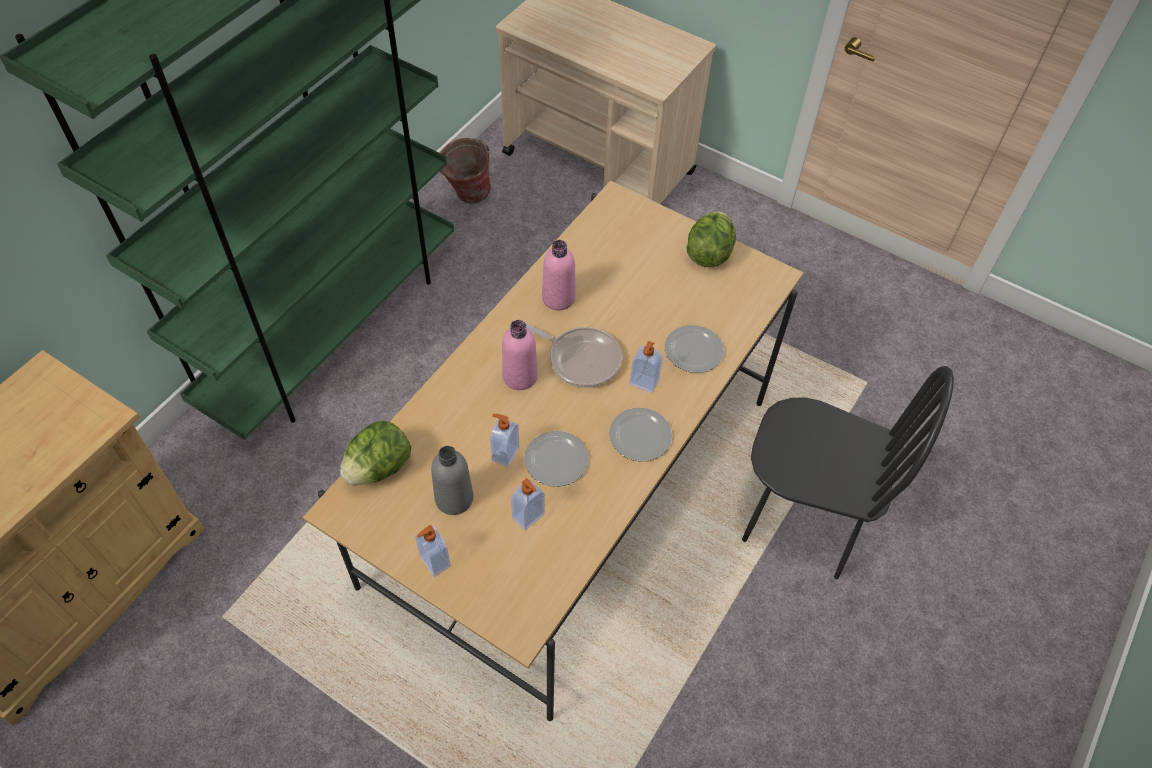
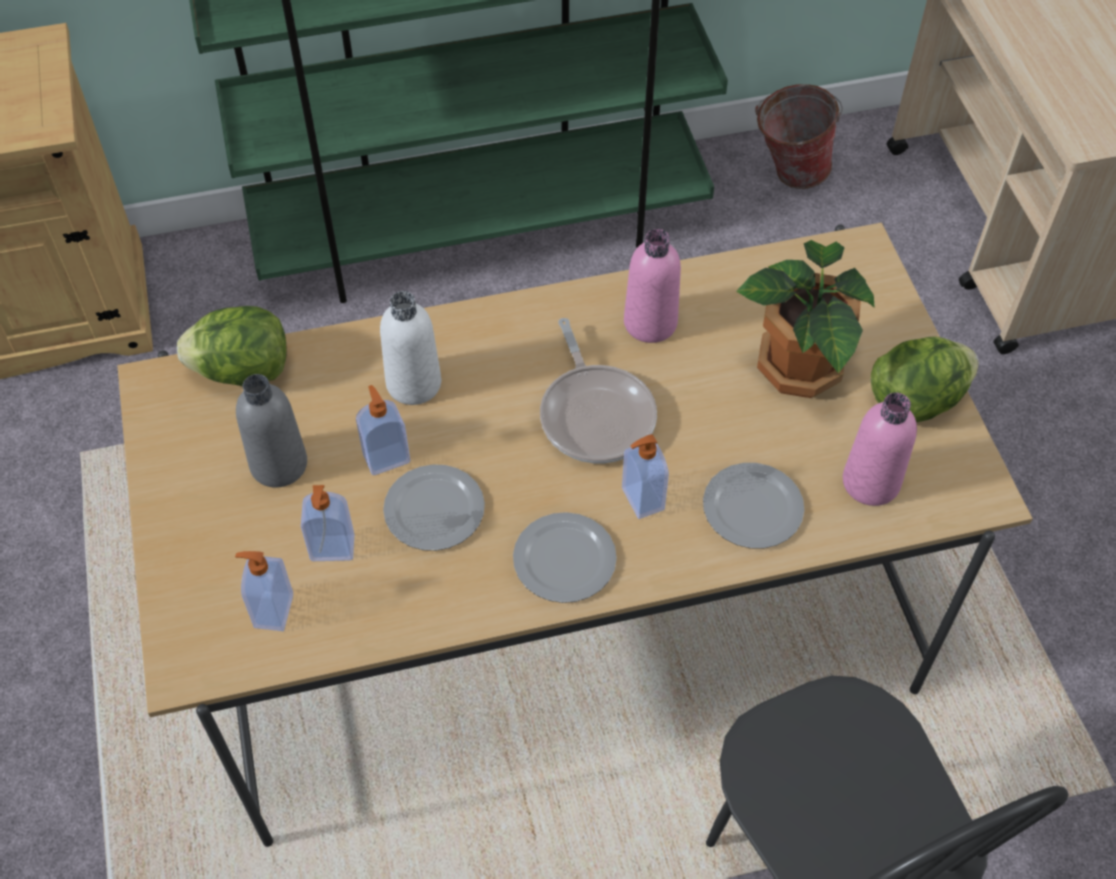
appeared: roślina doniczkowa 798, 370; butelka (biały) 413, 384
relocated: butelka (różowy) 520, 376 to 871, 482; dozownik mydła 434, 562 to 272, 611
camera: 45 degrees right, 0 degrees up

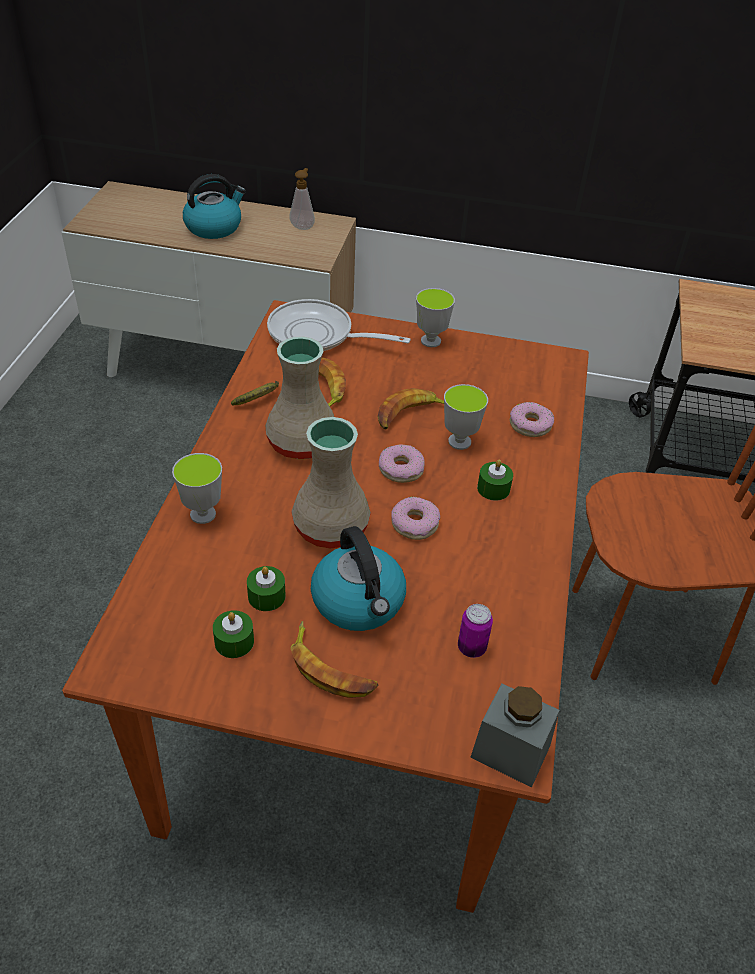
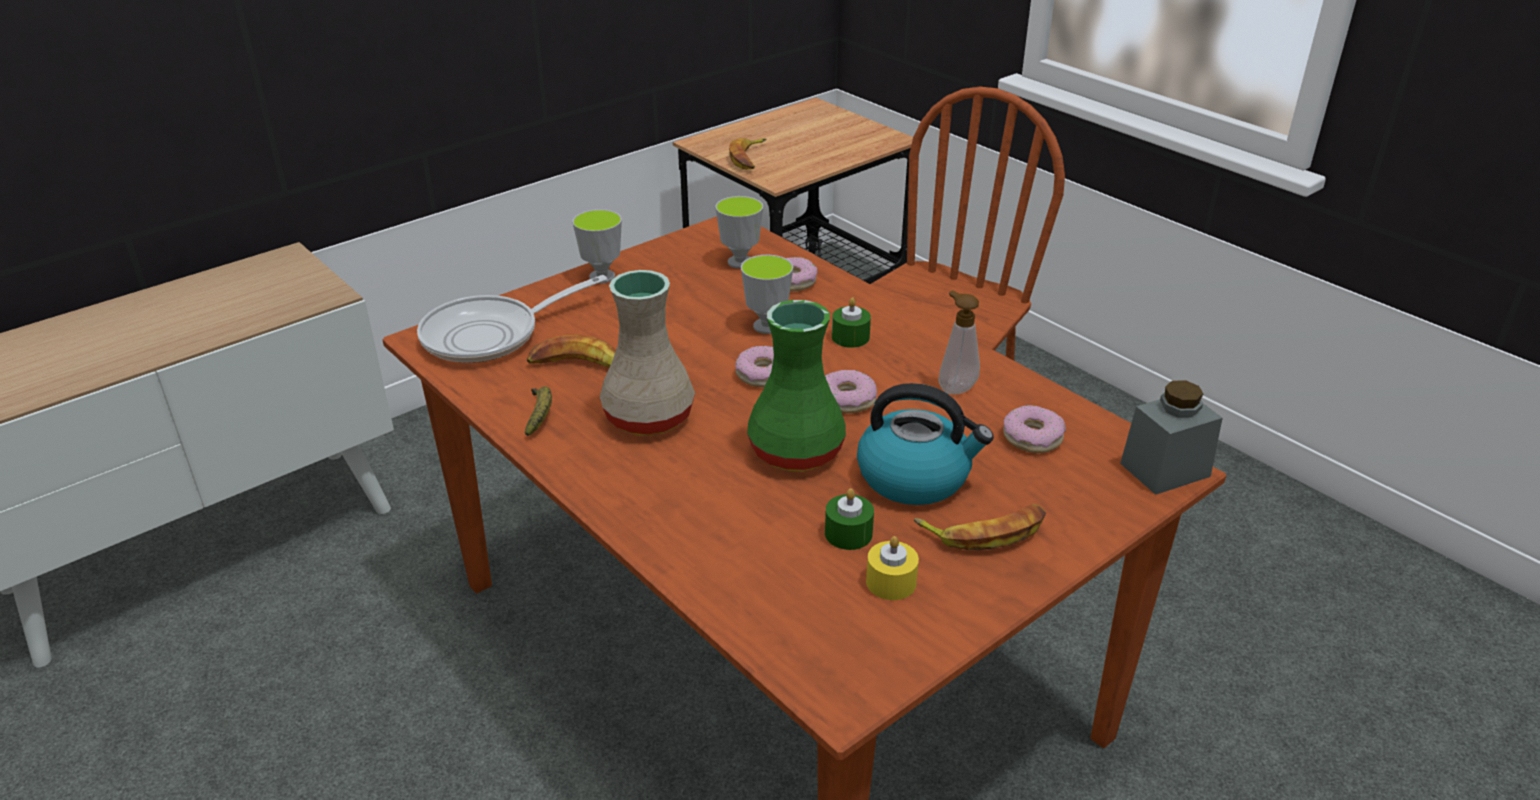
missing: czajnik 214, 227
relocated: dozownik mydła 302, 226 to 955, 387; banan 411, 415 to 749, 158; filiżanka 203, 514 to 740, 262
exchanged: puszka 471, 647 to donut 1032, 437
colour: wazon (beżowy) 331, 526 to wazon (zielony) 794, 450; świeca (zielony) 234, 641 to świeca (żółty) 891, 582
camera: 50 degrees left, 10 degrees down

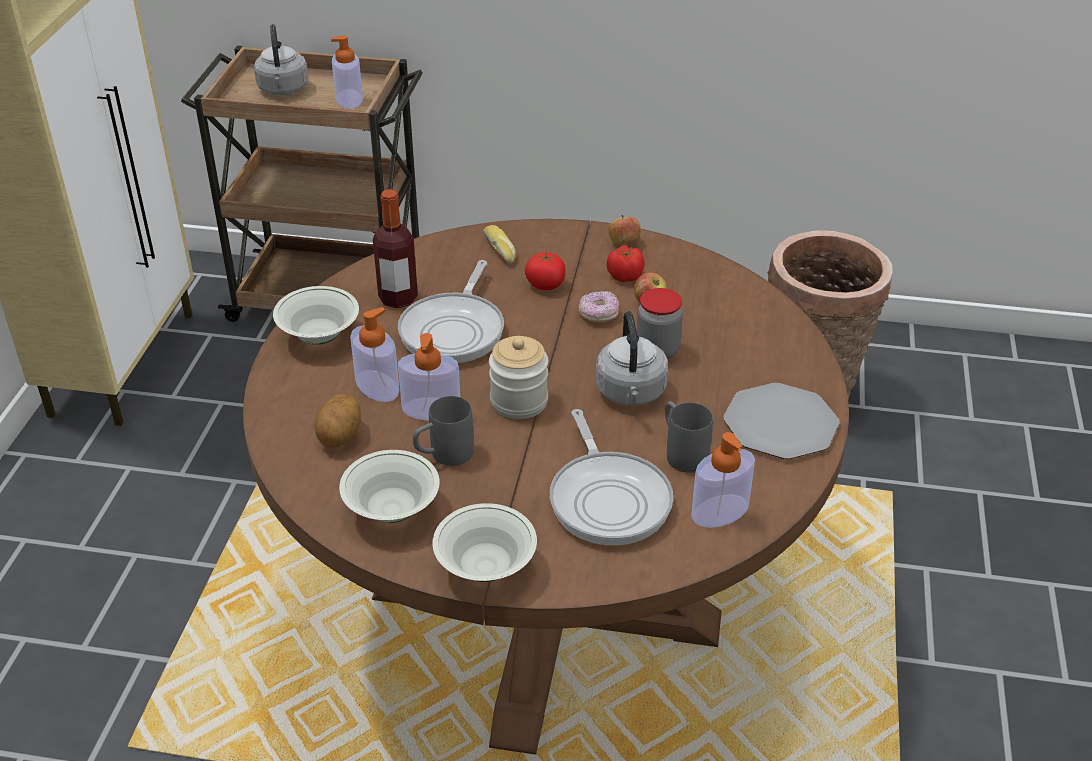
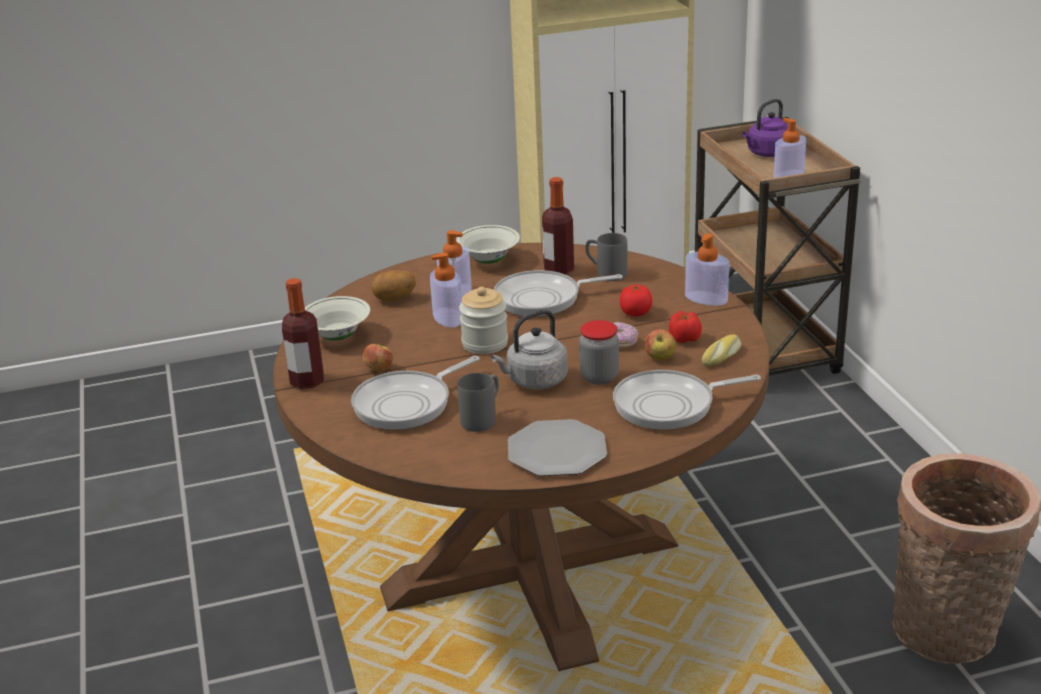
appeared: patelnia 670, 405
relocated: jabłko 624, 243 to 378, 370; chleb 501, 250 to 722, 356; kubek (szary) 443, 456 to 605, 273; dozownik mydła 720, 511 to 706, 298
exchanged: miska (biały) 485, 568 to butelka 307, 381
colour: czajnik (szary) 283, 90 to czajnik (fioletowy) 767, 154
camera: 65 degrees right, 10 degrees down

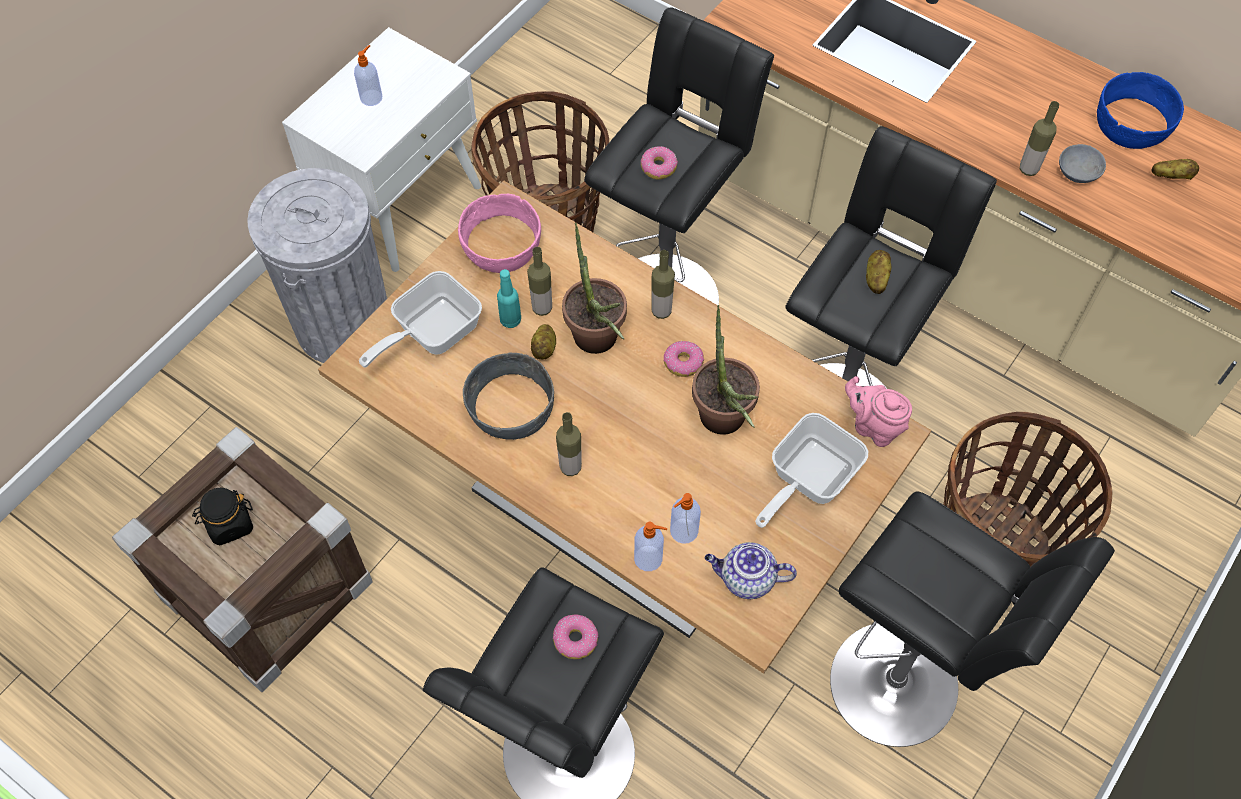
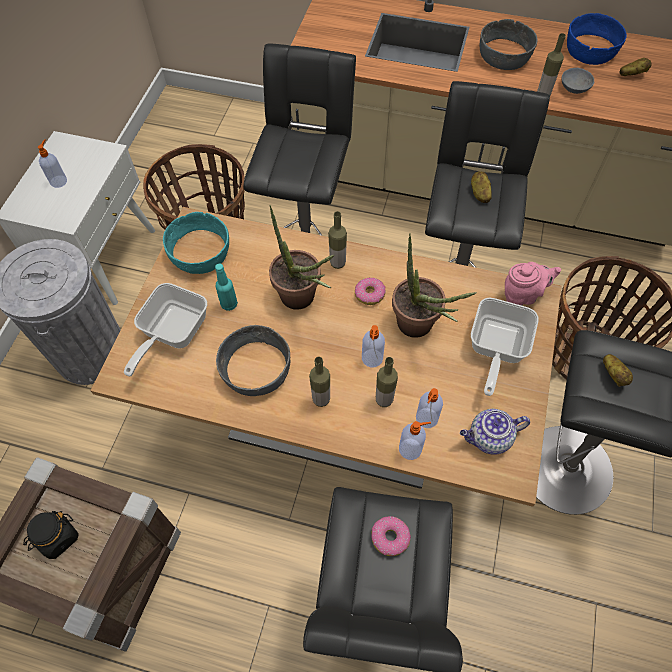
missing: donut 658, 167
appeared: miska (szary) 504, 55; dozownik mydła 372, 359
relocated: butelka 542, 308 to 384, 400; ziemniak 545, 348 to 614, 374
colour: miska (różowy) 501, 245 to miska (turkusowy) 200, 252
spun: imbryk (różowy) 873, 427 = 522, 296 150 degrees clockwise
camera: 20 degrees left, 0 degrees up

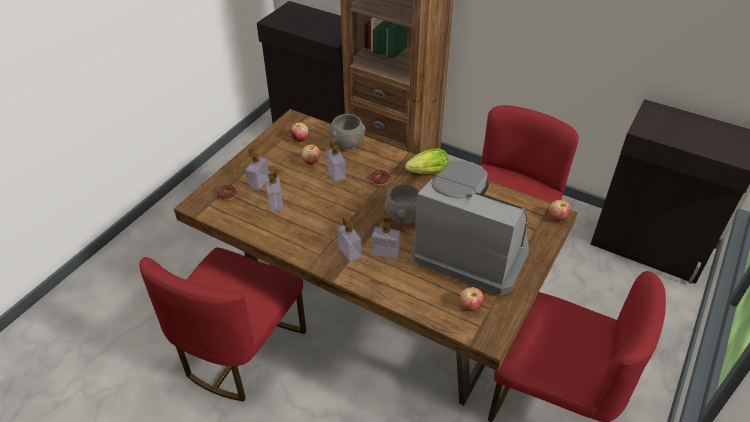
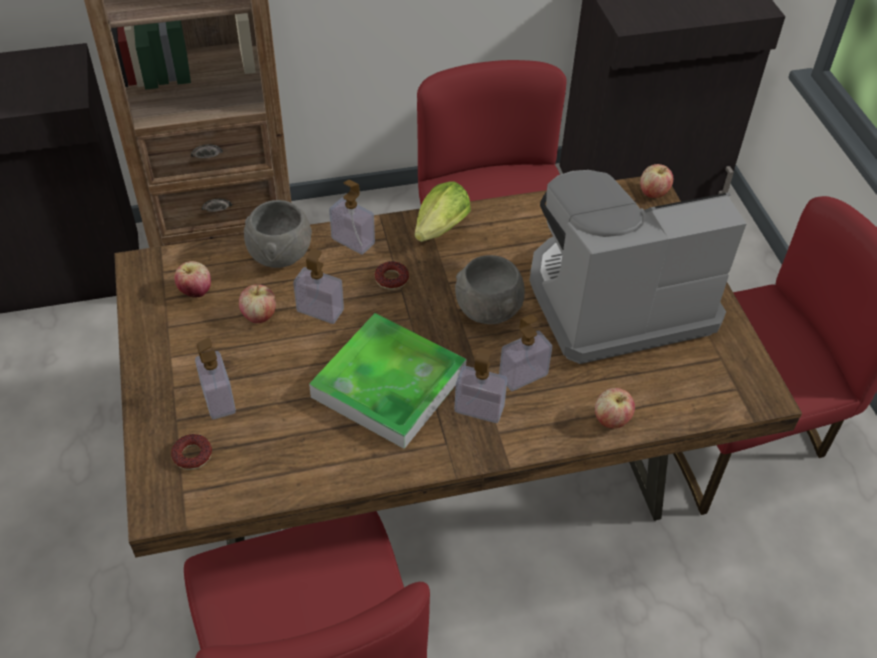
appeared: taca 389, 385
relocated: dozownik mydła 275, 203 to 353, 241; jabłko 470, 306 to 611, 420
camera: 45 degrees left, 5 degrees up

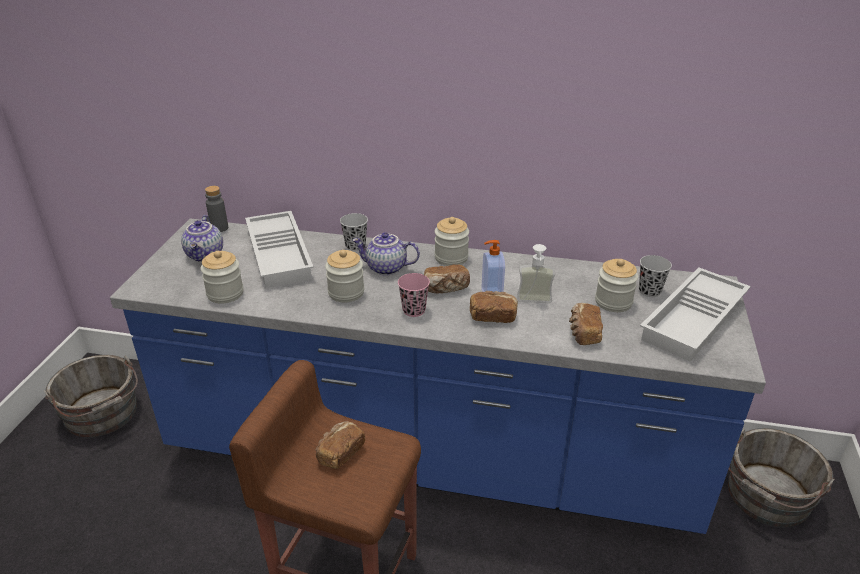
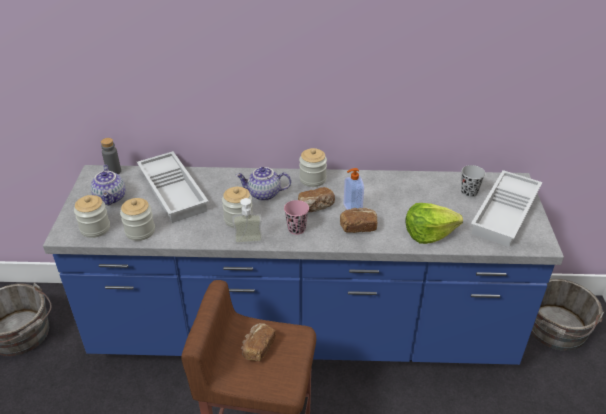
missing: filiżanka (czarny) 355, 246
relocated: dozownik mydła 534, 303 to 248, 244; słoik 613, 302 to 95, 228
exchanged: chleb 583, 333 to sałata 428, 233
camera: 10 degrees left, 5 degrees up

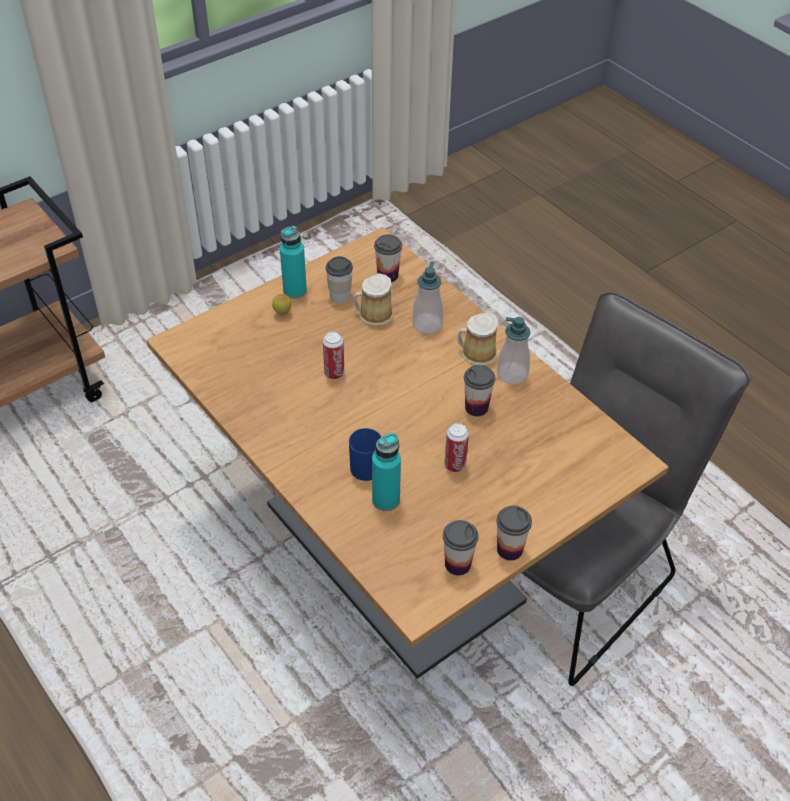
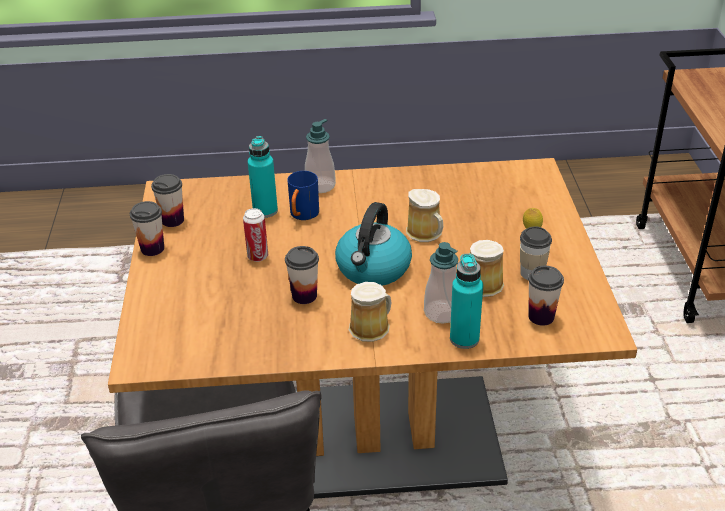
appeared: czajnik 373, 269
relocated: butelka (turkusowy) 295, 291 to 464, 339; dozownik mydła 512, 374 to 320, 186
exchanged: puszka 334, 373 to kubek 425, 233
camera: 125 degrees right, 10 degrees down

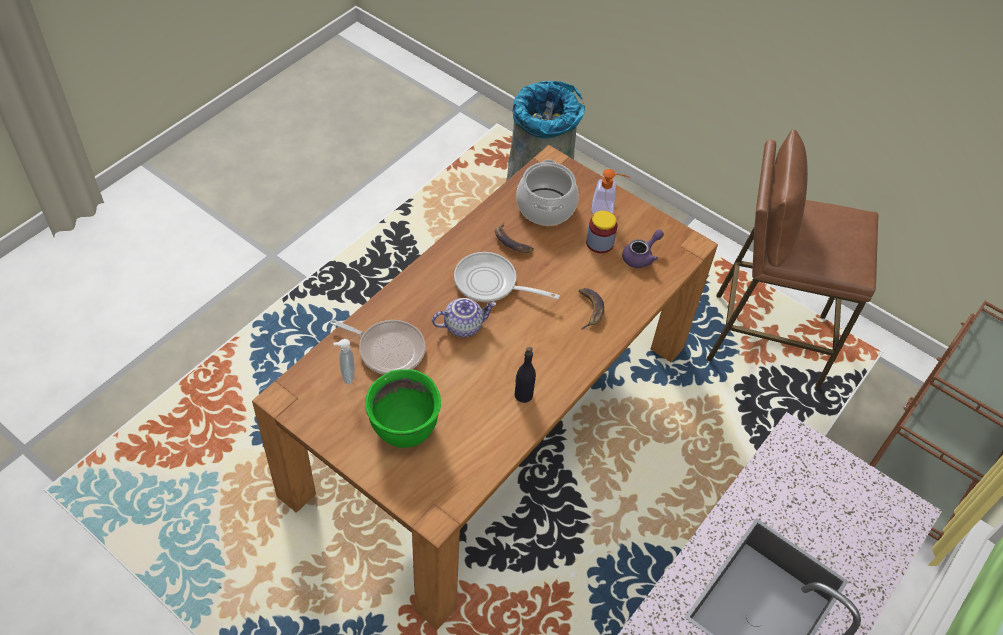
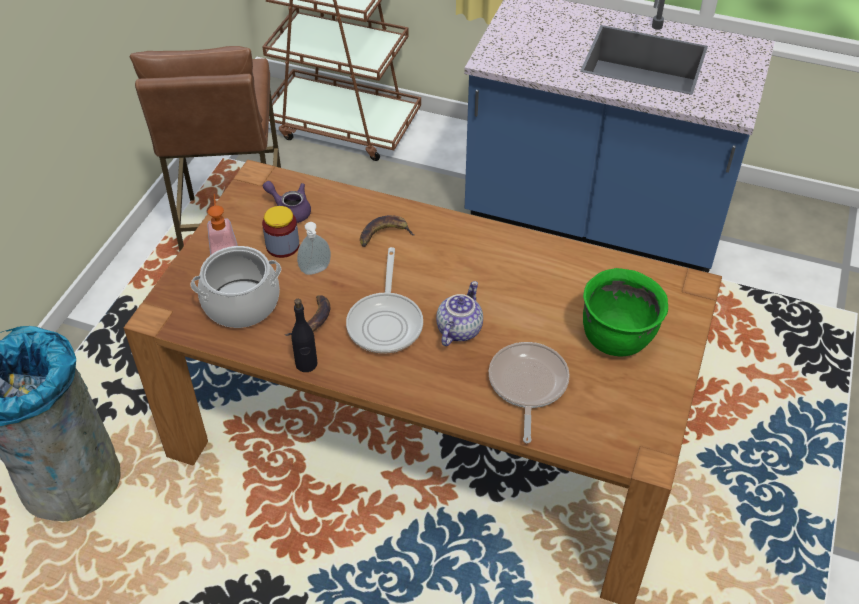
relocated: dozownik mydła 346, 375 to 316, 271; butelka (czarny) 523, 395 to 306, 364
spun: imbryk 463, 325 = 458, 329 60 degrees clockwise
camera: 105 degrees left, 5 degrees down

